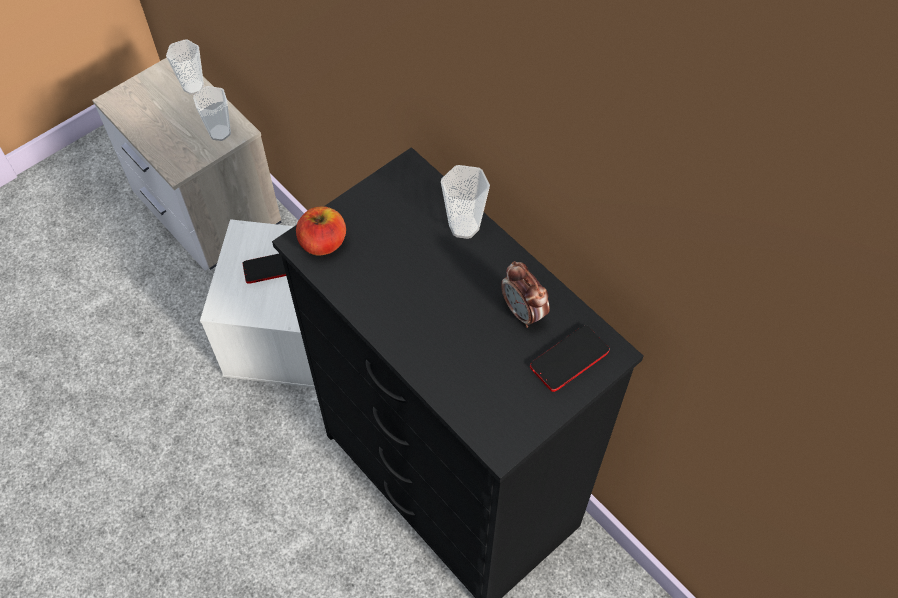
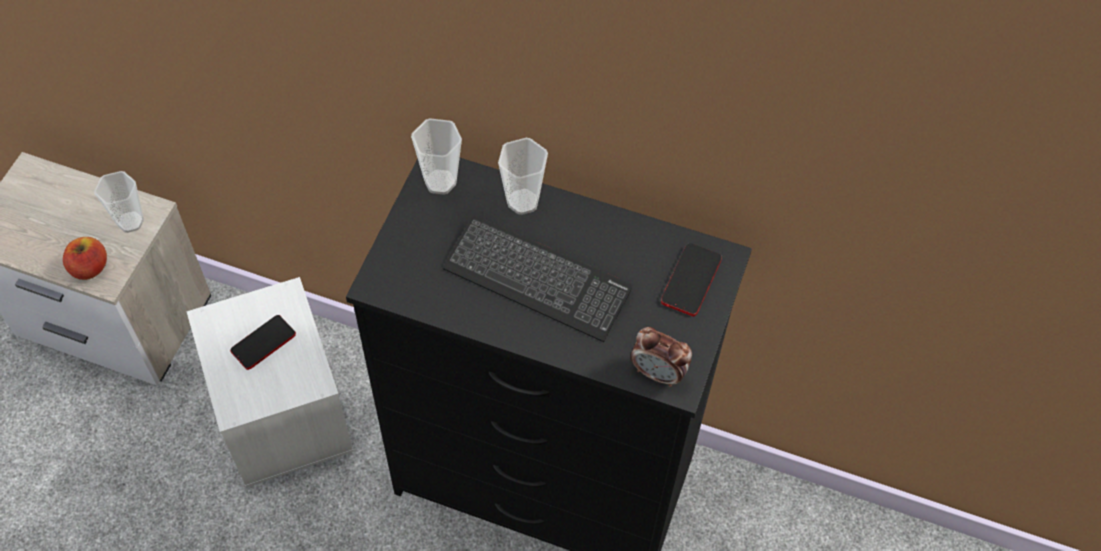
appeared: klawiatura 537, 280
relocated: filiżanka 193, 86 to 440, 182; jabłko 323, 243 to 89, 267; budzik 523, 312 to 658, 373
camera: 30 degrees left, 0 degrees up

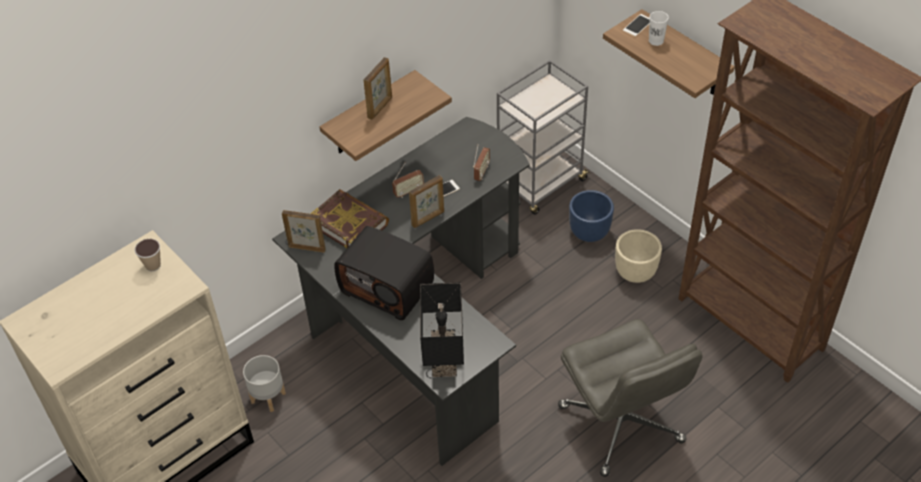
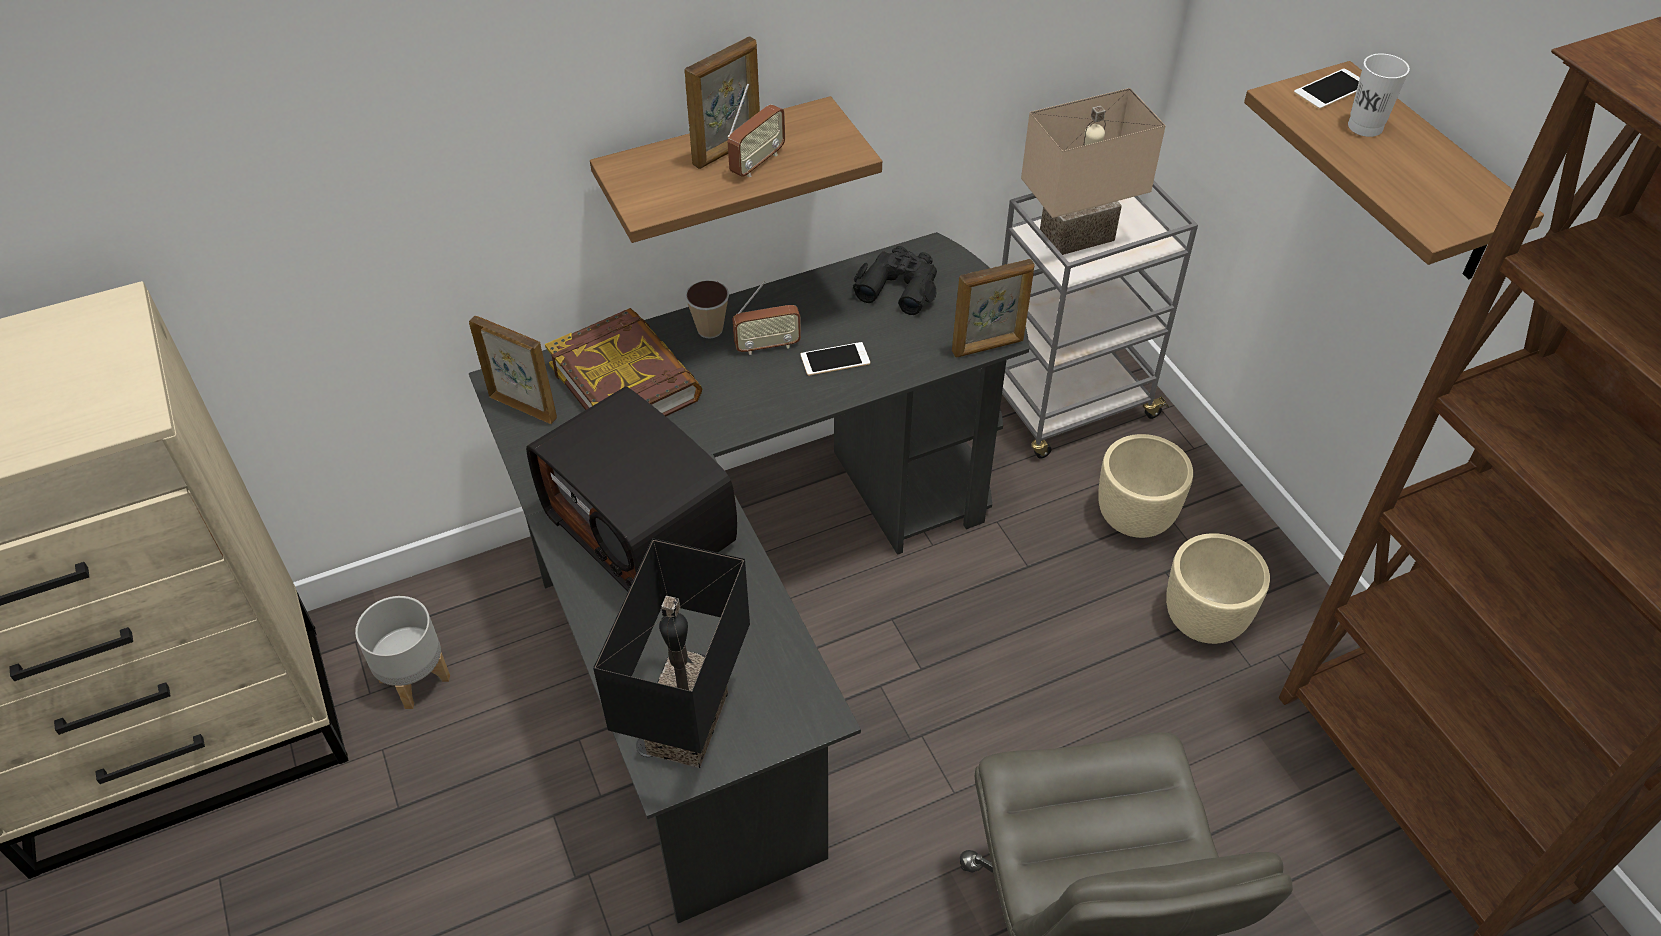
appeared: lampa stołowa (beżowy) 1077, 239; lornetka (czarny) 899, 286
relocated: radio 481, 172 to 757, 163; ramka na zdjęcie 428, 219 to 988, 347; filiżanka 153, 265 to 710, 329
colour: donica (niebieski) 590, 233 to donica (beżowy) 1135, 519
camera: 15 degrees right, 0 degrees up

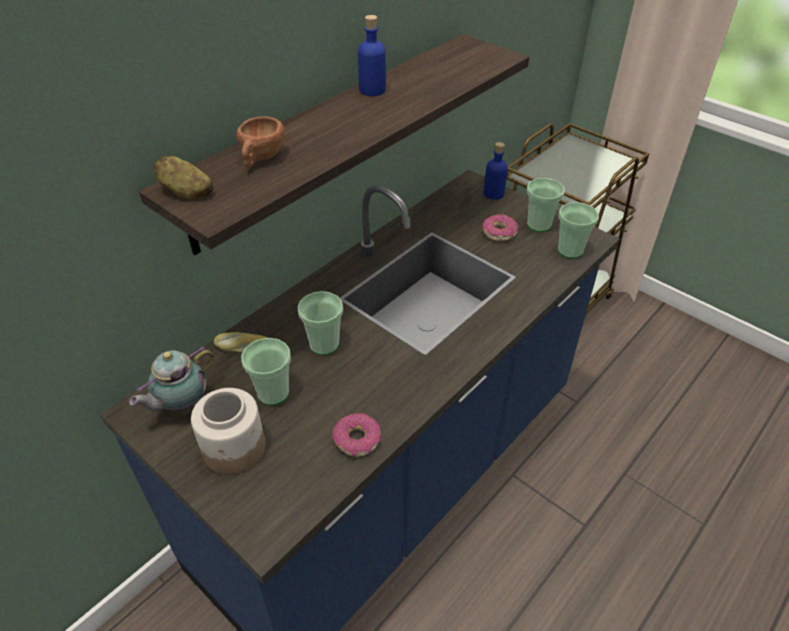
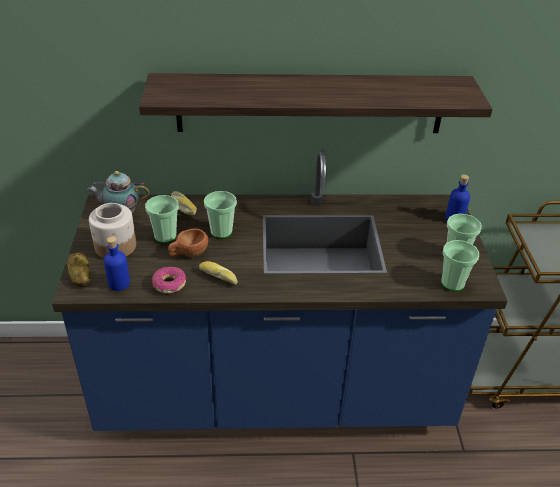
missing: donut 499, 232
appeared: chleb 219, 276
relocated: butelka (niebieski) 372, 90 to 119, 283; filiżanka (brązowy) 260, 159 to 188, 254; ziemniak 186, 192 to 80, 278
camera: 45 degrees right, 5 degrees down

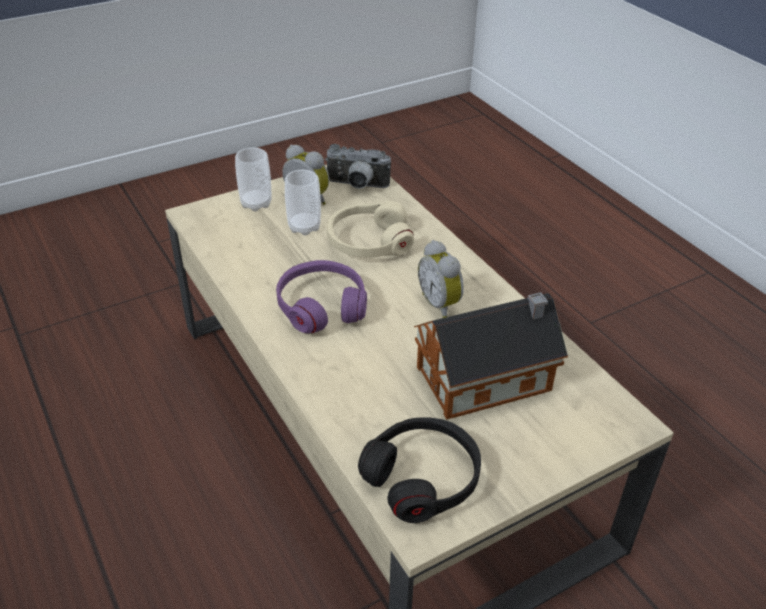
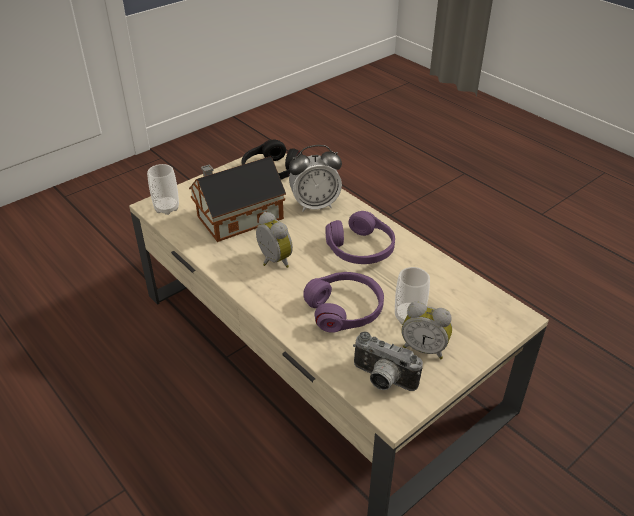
appeared: budzik 315, 205
relocated: filiżanka 256, 203 to 167, 208
colour: słuchawki (beżowy) 369, 242 to słuchawki (fioletowy) 345, 309
spun: aparat fotograficzny 356, 186 = 382, 380 150 degrees counterclockwise
camera: 170 degrees right, 0 degrees up

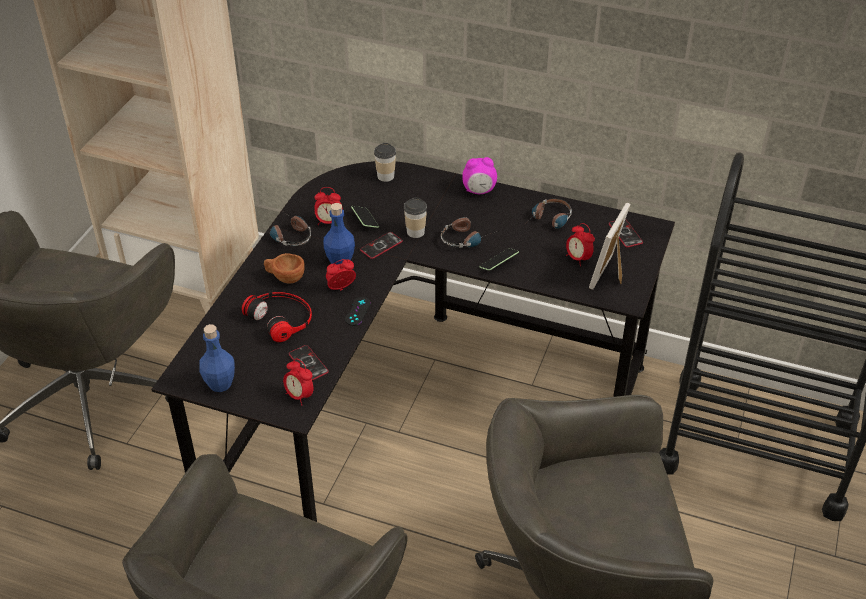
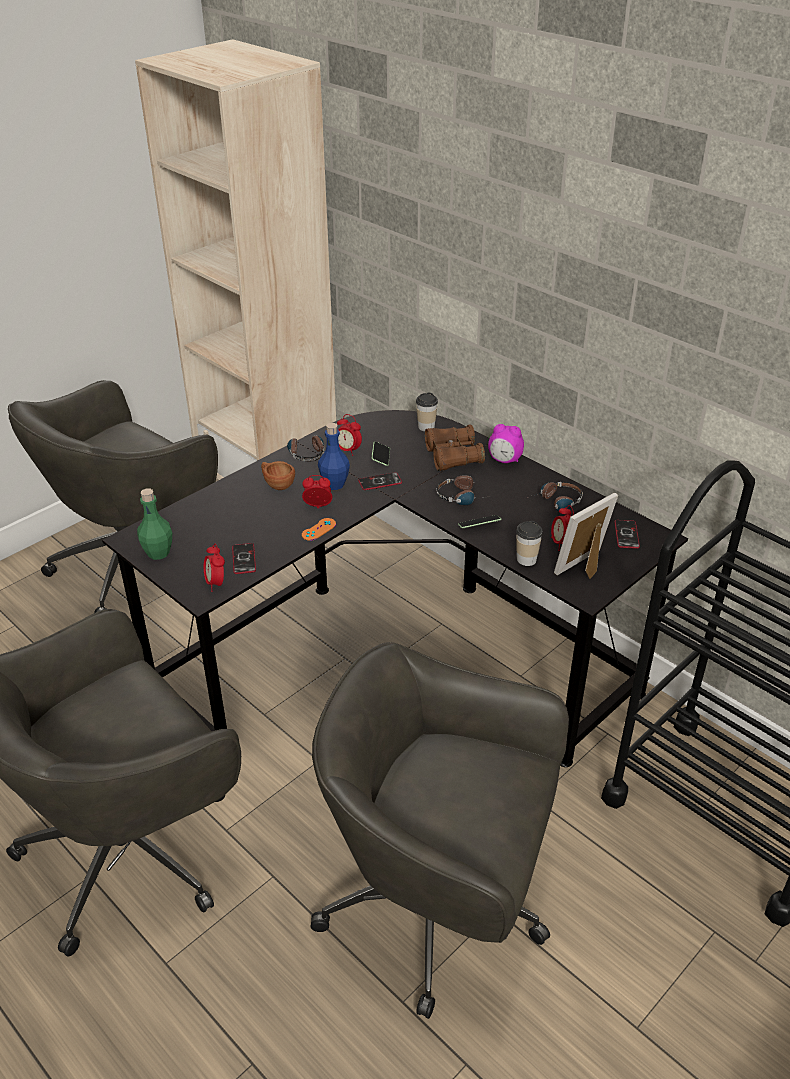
missing: słuchawki 281, 318
appeared: lornetka (brązowy) 453, 456
relocated: filiżanka 415, 232 to 526, 559
colour: pad do gier (czarny) 357, 311 to pad do gier (pomarańczowy) 318, 529; butelka (niebieski) 220, 384 to butelka (zielony) 158, 553
camera: 25 degrees right, 5 degrees down

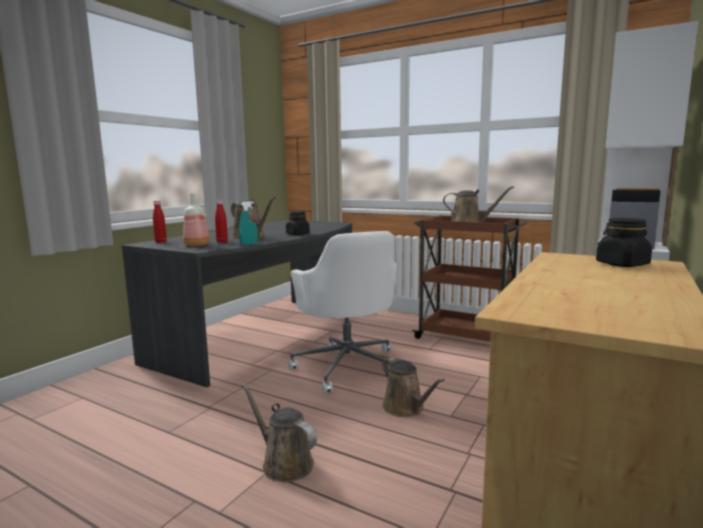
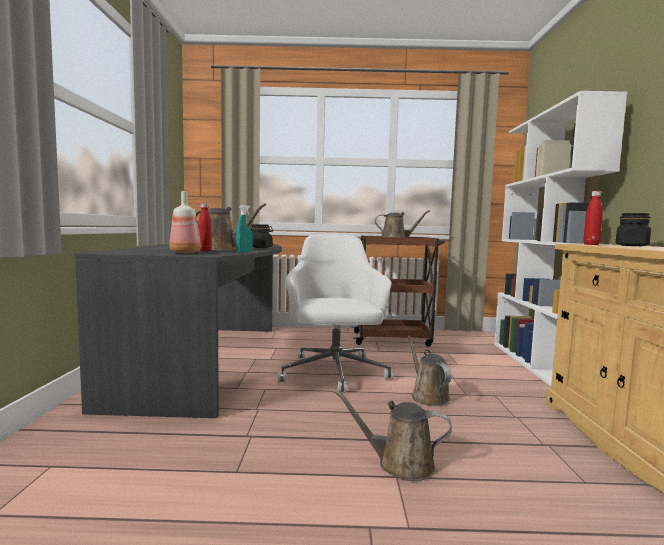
relocated: butelka (czerwony) 160, 242 to 591, 244
spun: krzesło biurowe (biały) 348, 366 = 334, 374 135 degrees counterclockwise; konewka (brązowy) 406, 408 = 428, 396 135 degrees counterclockwise
camera: 30 degrees left, 5 degrees down

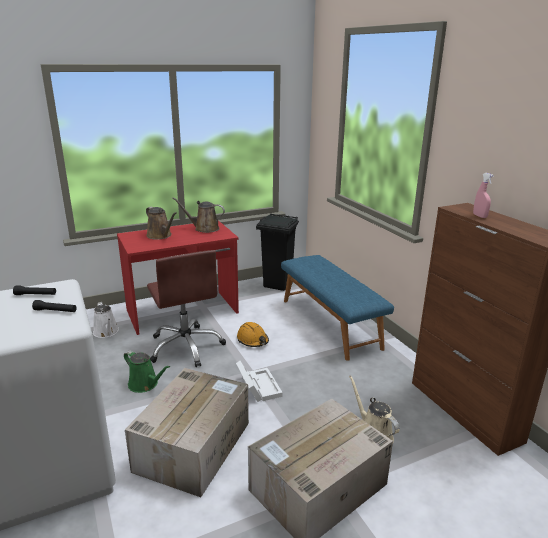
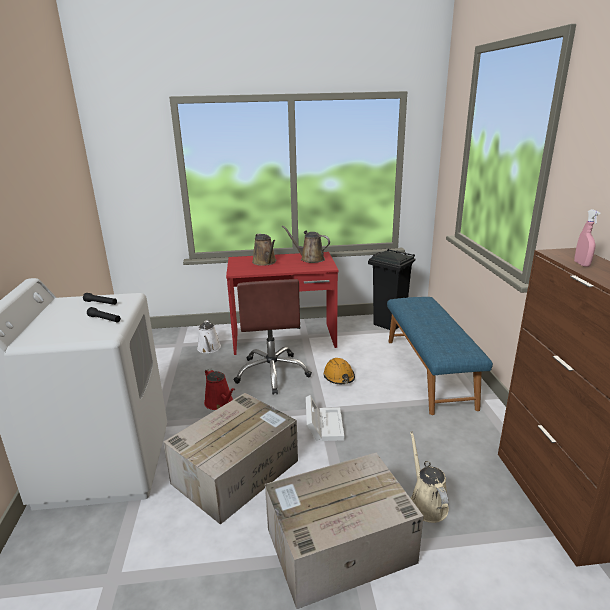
colour: konewka (zielony) 145, 384 to konewka (czerwony) 220, 403
camera: 20 degrees right, 0 degrees up

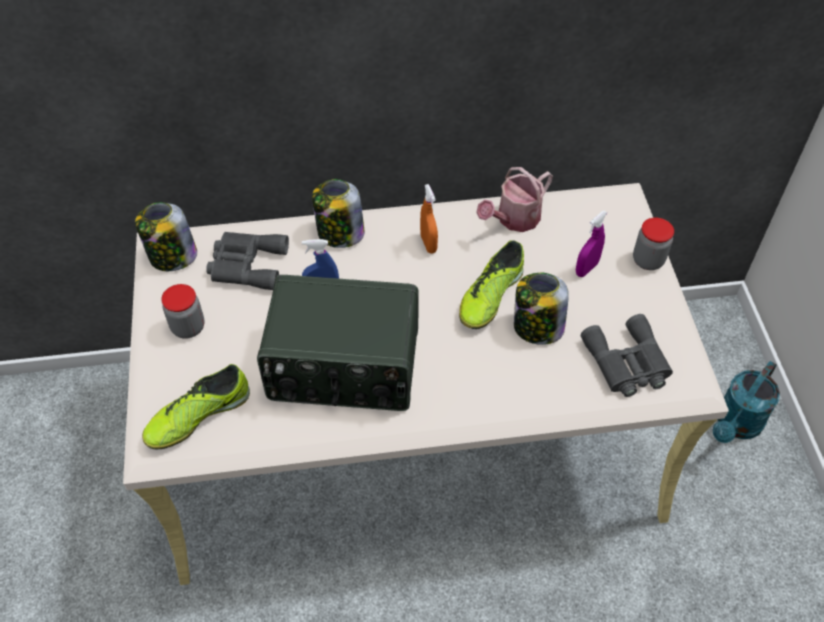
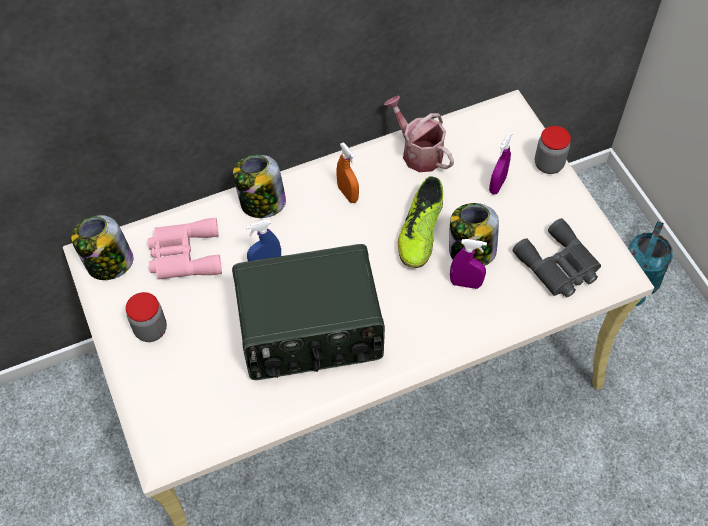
missing: but 198, 416
appeared: spryskiwacz (fioletowy) 465, 283
colour: lornetka (szary) 246, 264 to lornetka (różowy) 183, 254
spun: konewka 514, 219 = 418, 152 105 degrees clockwise
camera: 15 degrees left, 5 degrees up

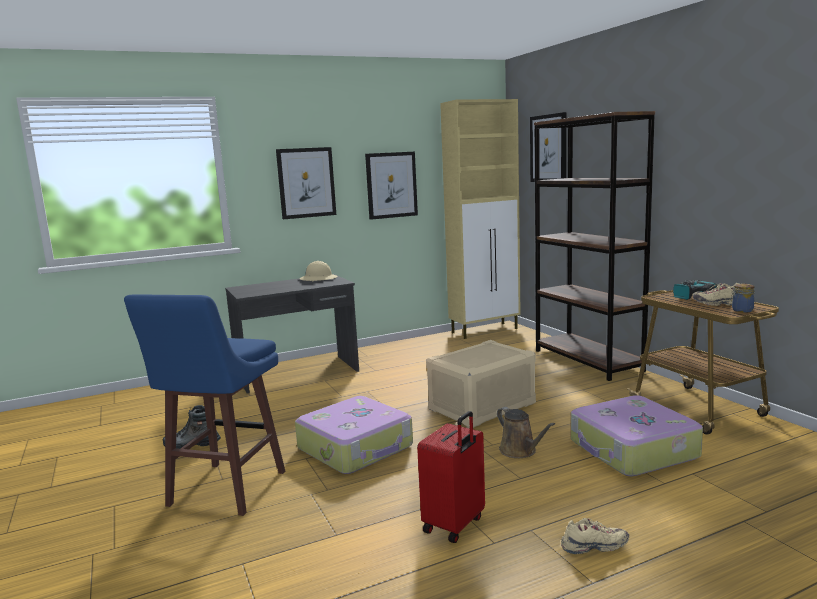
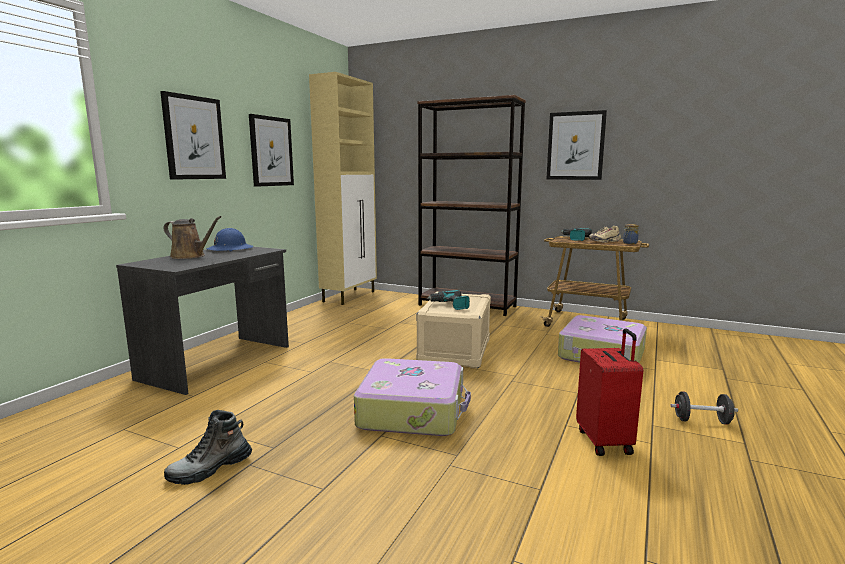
missing: stołek (niebieski) 225, 490
appeared: wiertarka 450, 305
relocated: obraz 548, 148 to 575, 146; konewka (brązowy) 520, 451 to 190, 256
exchanged: but (beżowy) 594, 547 to hantel (czarny) 702, 421
colour: kask (beżowy) 318, 279 to kask (niebieski) 230, 249
camera: 40 degrees left, 0 degrees up

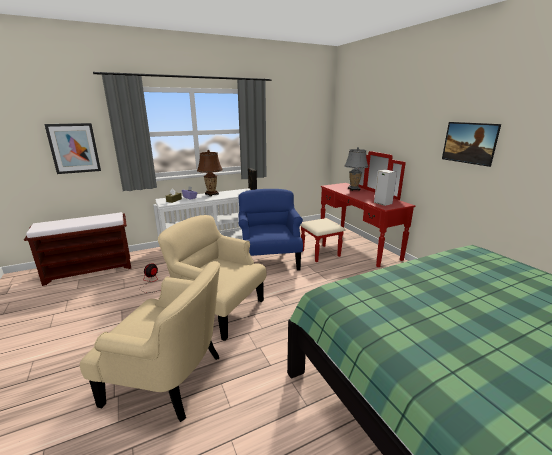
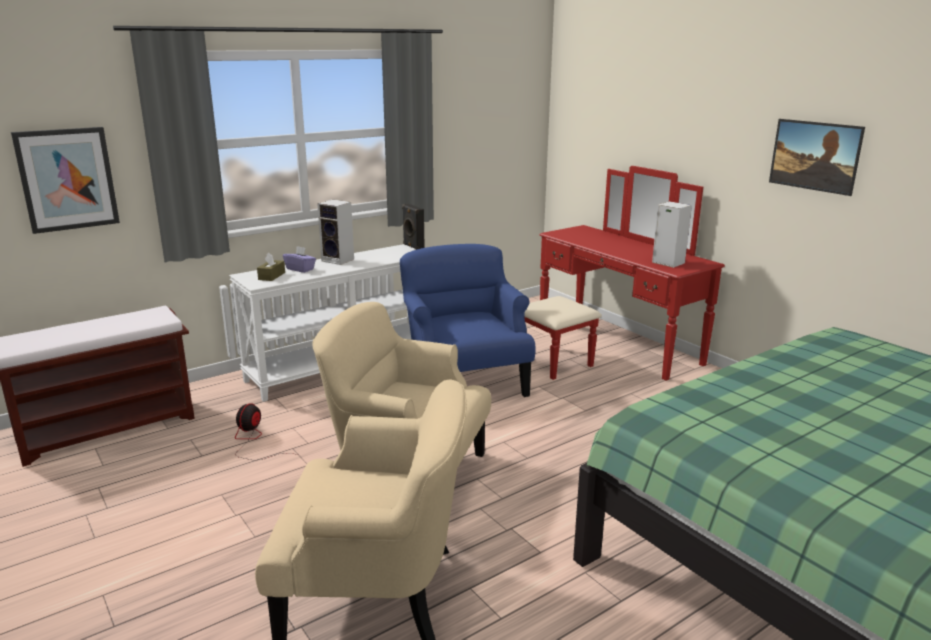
missing: lampa stołowa (szary) 354, 189
exchanged: lampa stołowa (brązowy) 211, 194 to głośnik 339, 260
camera: 10 degrees left, 0 degrees up

